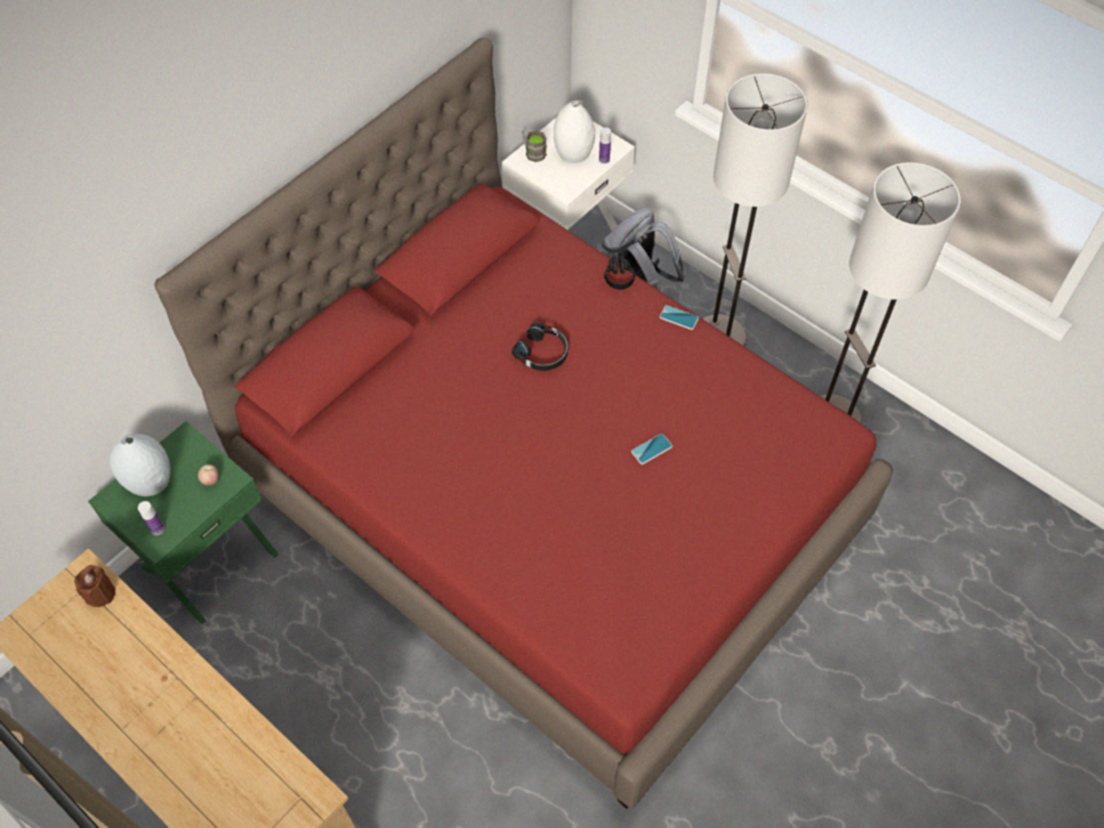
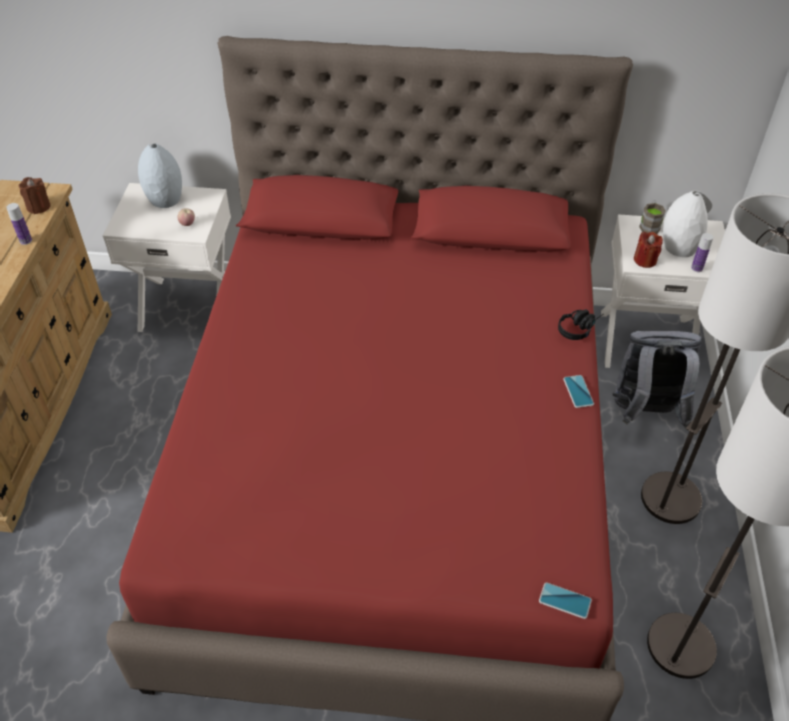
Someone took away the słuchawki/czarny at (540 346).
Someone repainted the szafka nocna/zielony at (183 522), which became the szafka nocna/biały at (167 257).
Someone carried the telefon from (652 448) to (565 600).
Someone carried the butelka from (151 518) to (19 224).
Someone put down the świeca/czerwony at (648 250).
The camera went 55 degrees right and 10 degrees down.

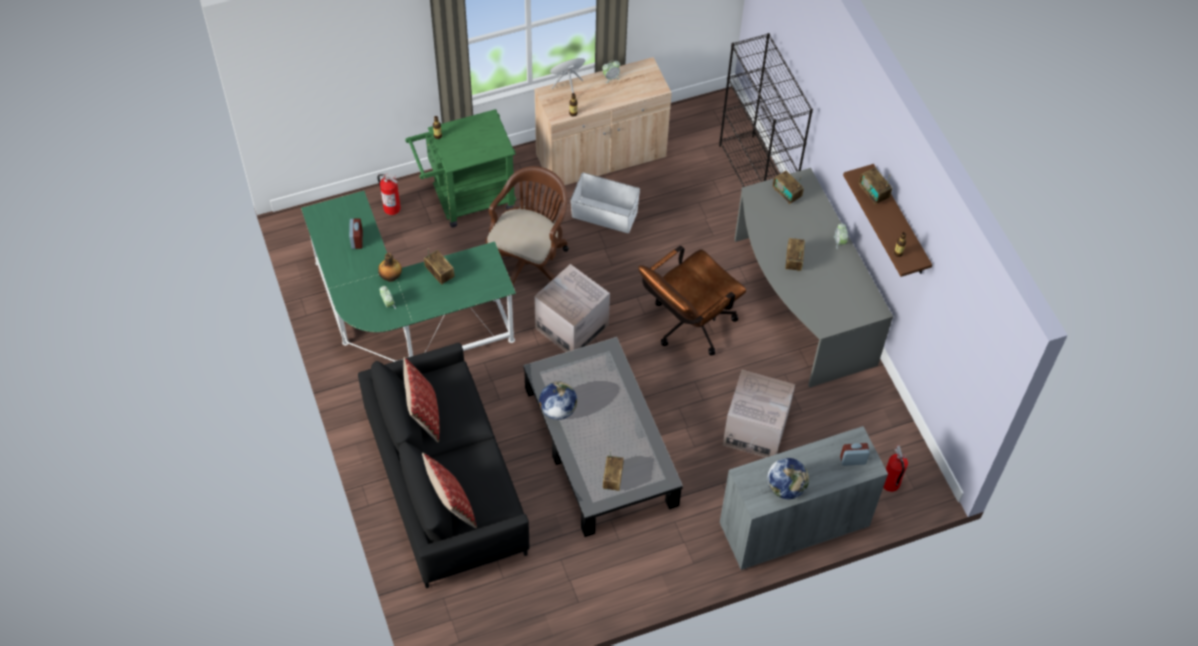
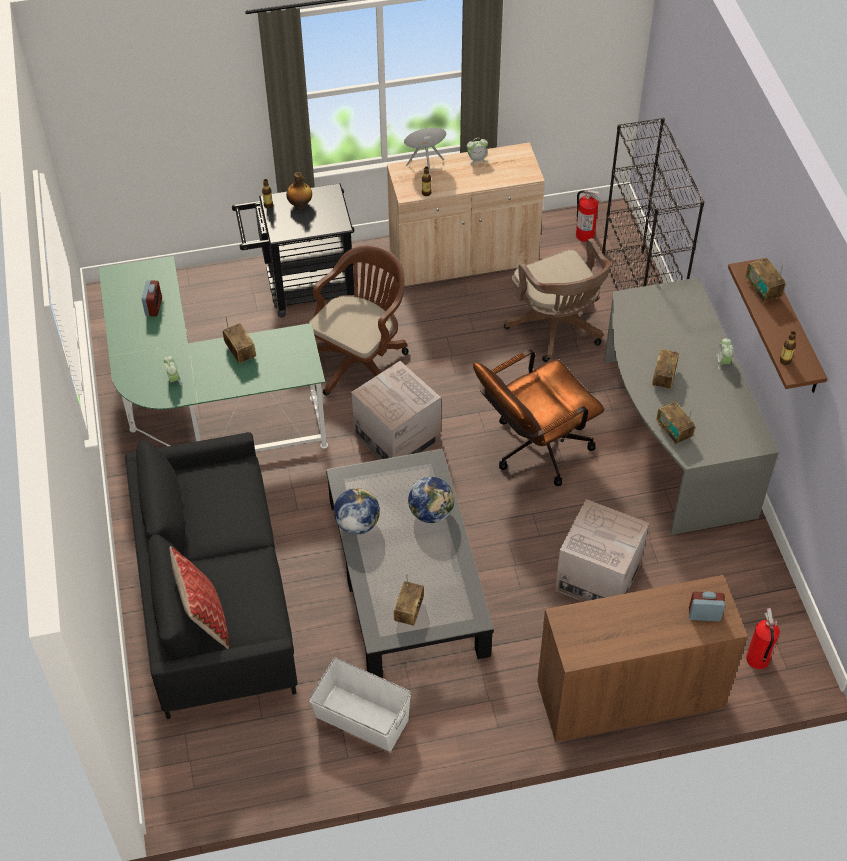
Someone repainted the wózek/zielony at (460 168), which became the wózek/czarny at (293 250).
Someone carried the radio from (788 187) to (675 423).
Someone carried the pojemnik do przechowywania/biały from (605 203) to (360 705).
Someone carried the gaśnica from (389 194) to (588 216).
Someone carried the butelka from (390 267) to (299 190).
Someone took away the poduszka at (421 400).
Someone repainted the szafka/szary at (804 498), which became the szafka/brązowy at (642 659).
Someone carried the globus from (788 479) to (431 500).
Someone put down the krzesło biurowe/brązowy at (557 300).
The camera went 10 degrees right and 5 degrees down.

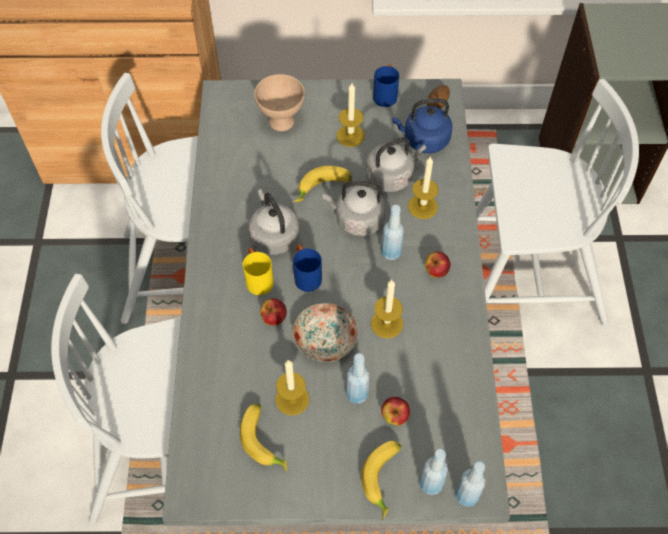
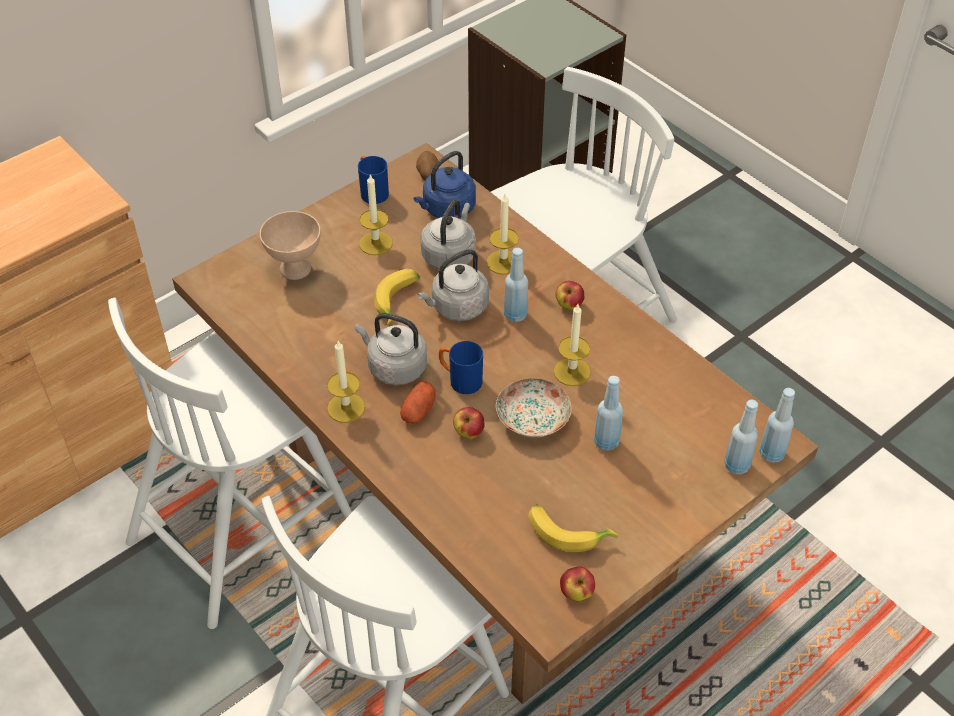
Someone repainted the stół jadalny/szary at (336 302), which became the stół jadalny/brązowy at (495 423).
Someone swapped the kubek/żółty at (258 271) for the ziemniak at (417 402).
Someone carried the świeca from (292 387) to (346 382).
Someone carried the jabłko from (395 411) to (577 583).
Someone took away the banan at (381 480).
The camera went 40 degrees left and 10 degrees down.

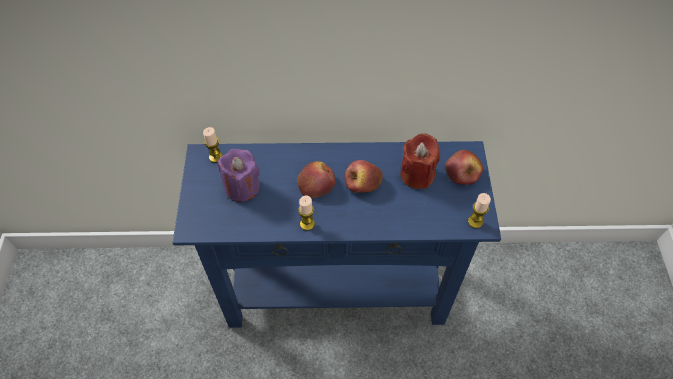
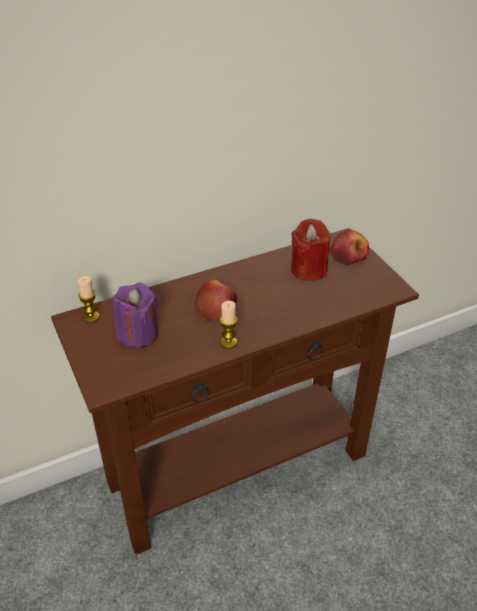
Someone repainted the stolik konsolowy/niebieski at (337 234), which became the stolik konsolowy/brązowy at (235 391).
Someone took away the jabłko at (363 176).
Someone took away the świeca at (479 210).
The camera went 25 degrees left and 15 degrees down.

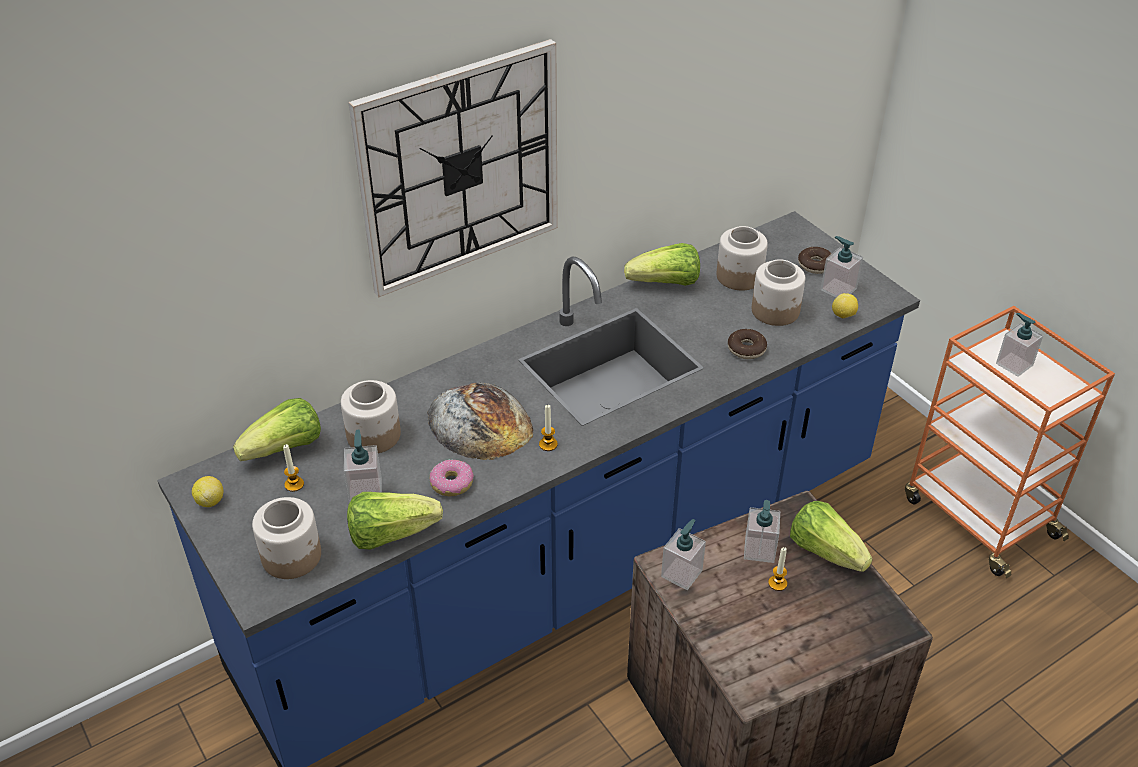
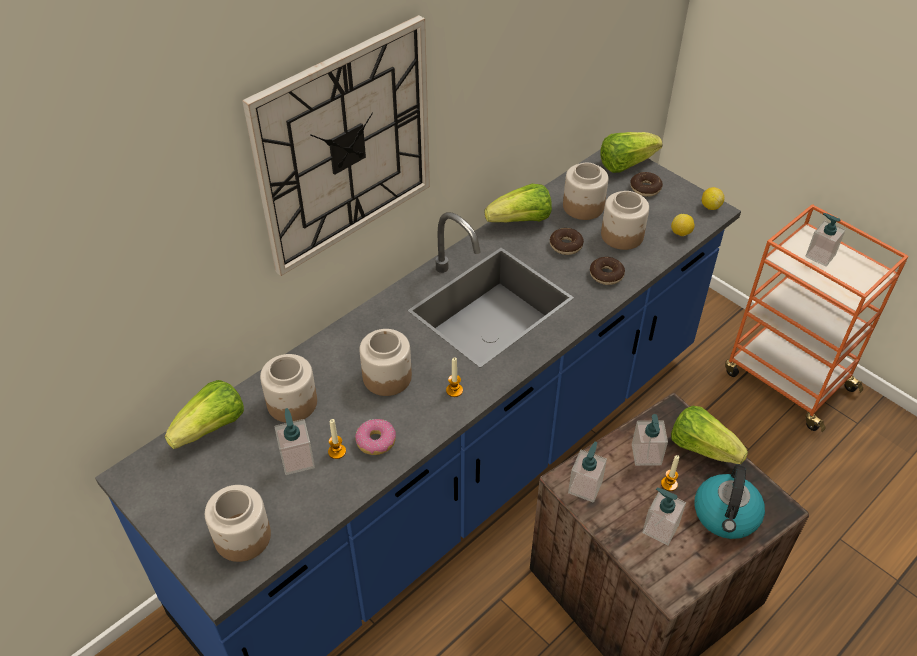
Someone carried the dozownik mydła from (842 266) to (664 517).
Someone swapped the chleb at (480 421) for the słoik at (386 362).
Someone carried the świeca from (293 468) to (337 439).
Someone carried the cytryna from (208 491) to (713 198).
Someone carried the sałata from (395 520) to (631 152).
Someone put down the donut at (567 241).
Someone put down the czajnik at (729 502).
The camera went 10 degrees left and 5 degrees up.

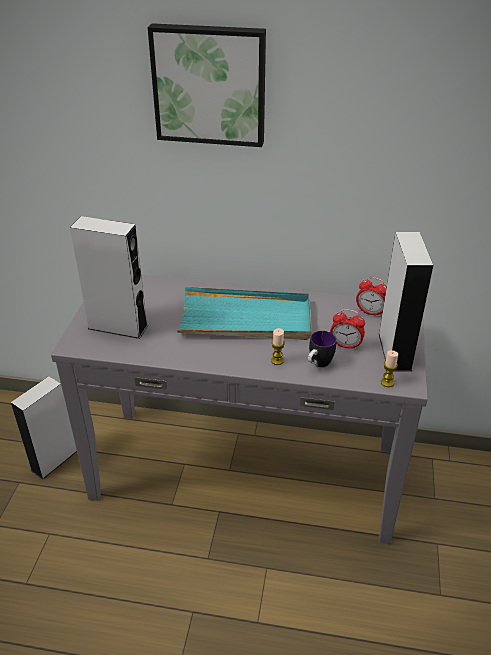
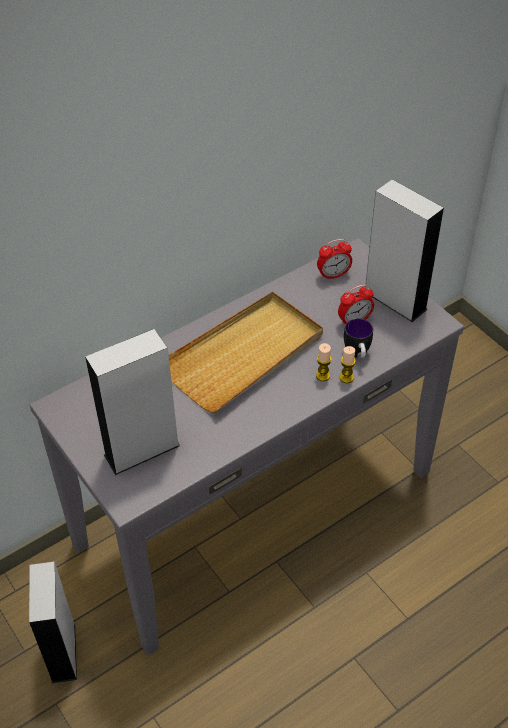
Someone took away the obraz at (207 85).
Someone repainted the taca/turkusowy at (244 313), which became the taca/beżowy at (246 352).
Someone carried the świeca from (389 368) to (348 364).
The camera went 45 degrees left and 10 degrees up.

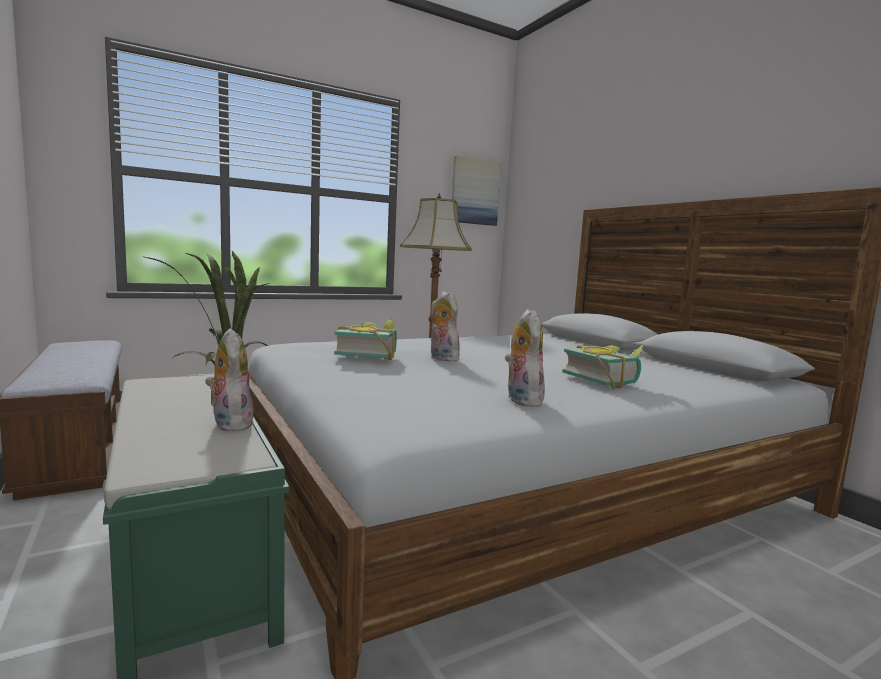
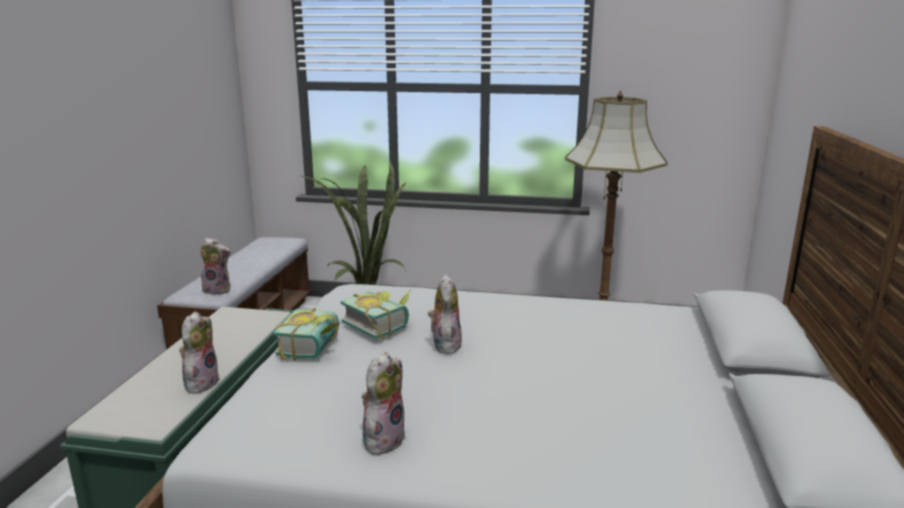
Someone took away the obraz at (476 190).
Someone carried the książka from (602 367) to (307 334).
Someone put down the pluszak at (215 266).
The camera went 40 degrees right and 10 degrees up.

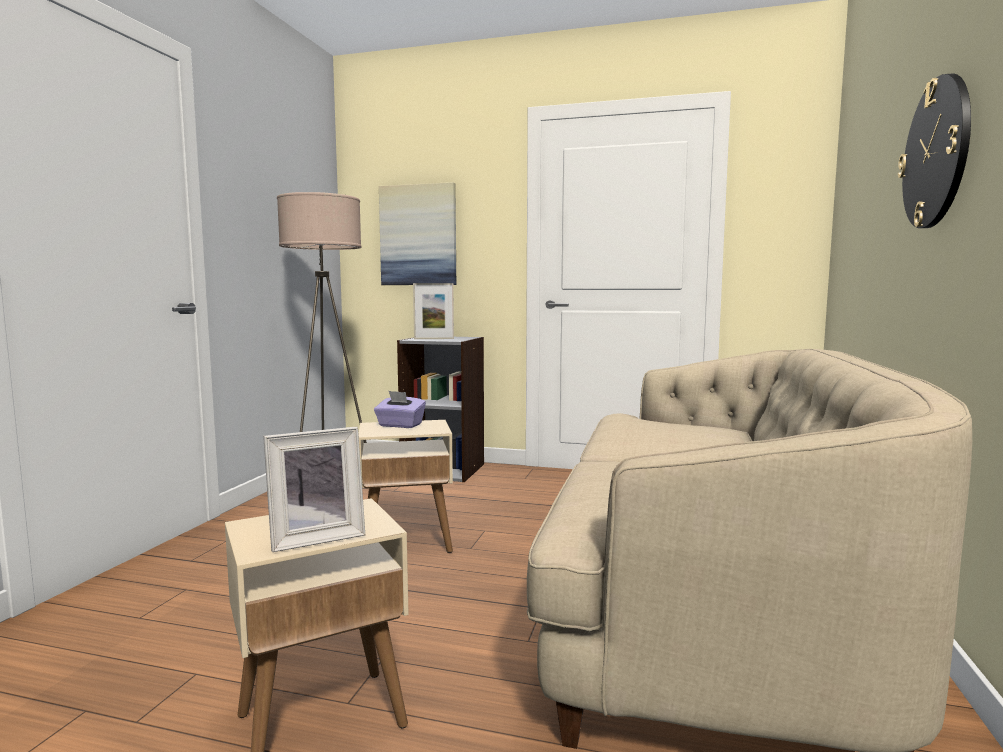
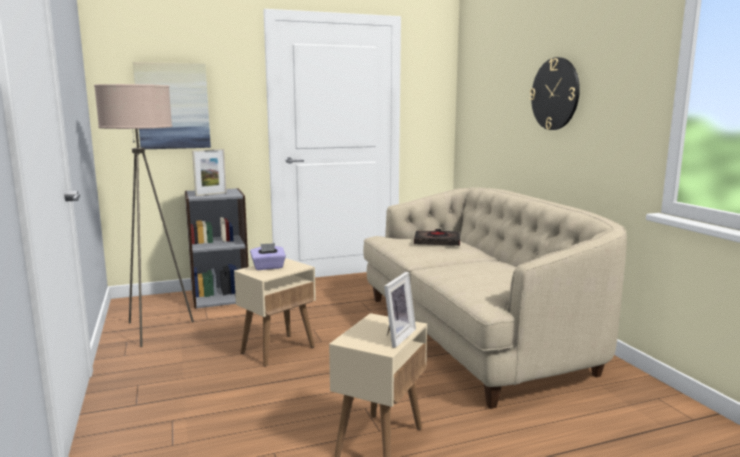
Someone put down the książka/czarny at (437 237).
The camera went 35 degrees left and 5 degrees up.

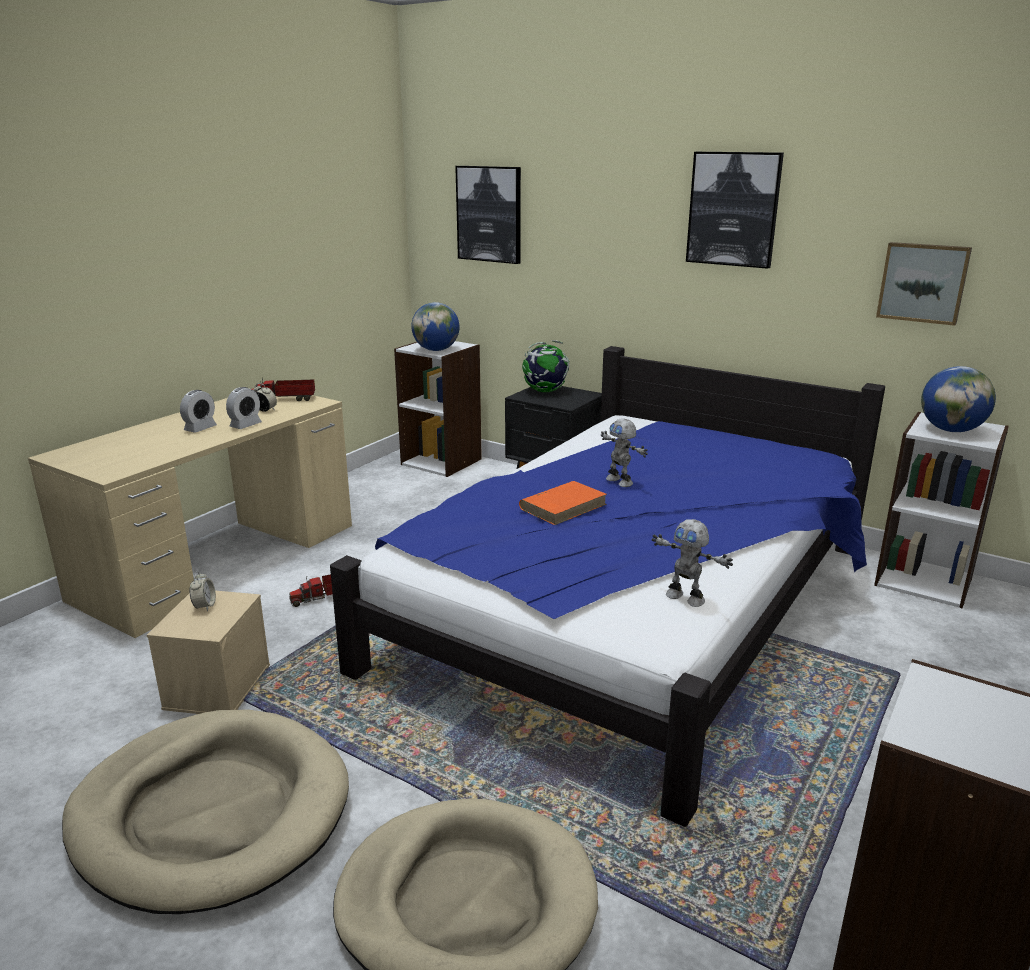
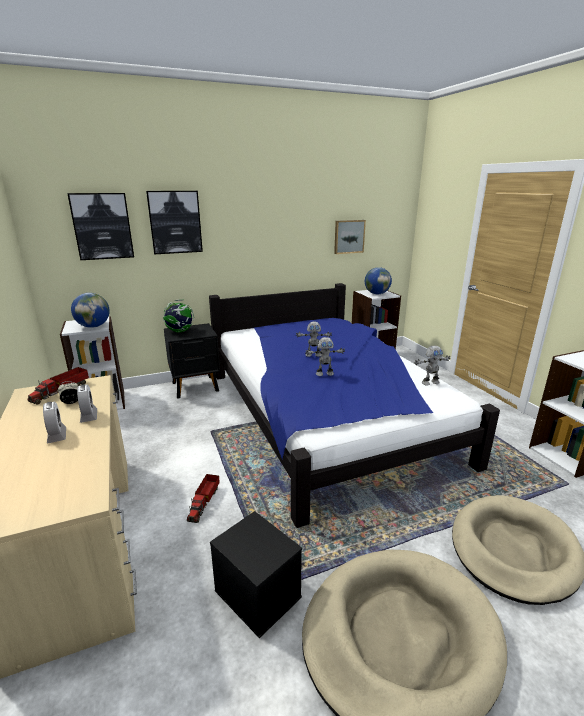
Someone carried the obraz from (735 210) to (174 222).
Someone swapped the książka/pomarańczowy at (563 503) for the robot zabawkowy at (325 356).
Someone took away the budzik at (202 591).
Someone repainted the pojemnik do przechowywania/beżowy at (208 652), which became the pojemnik do przechowywania/czarny at (256 574).
The camera went 55 degrees left and 0 degrees up.

